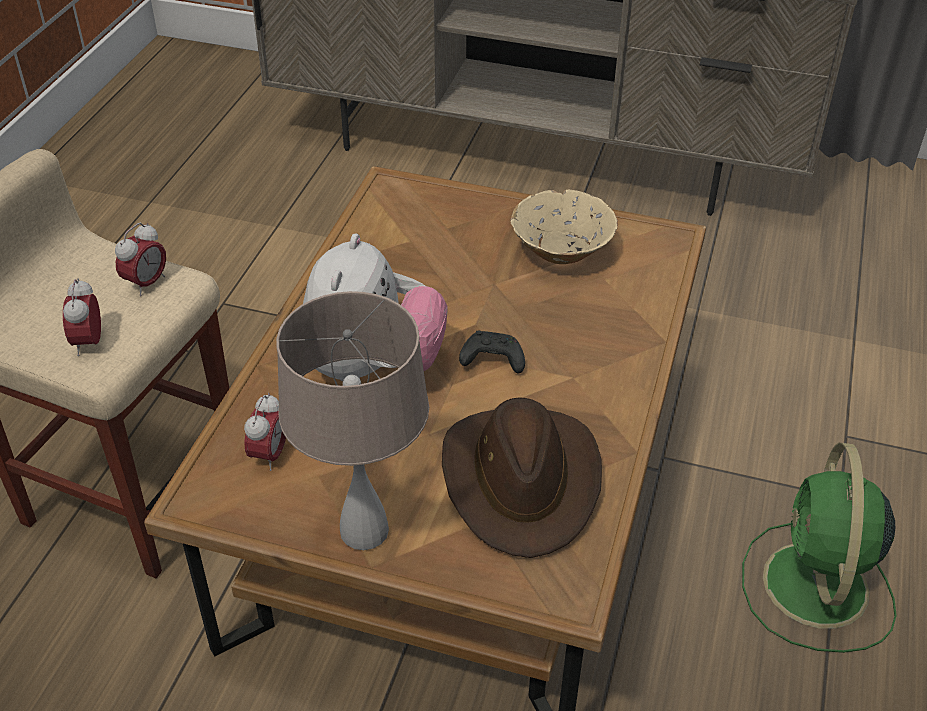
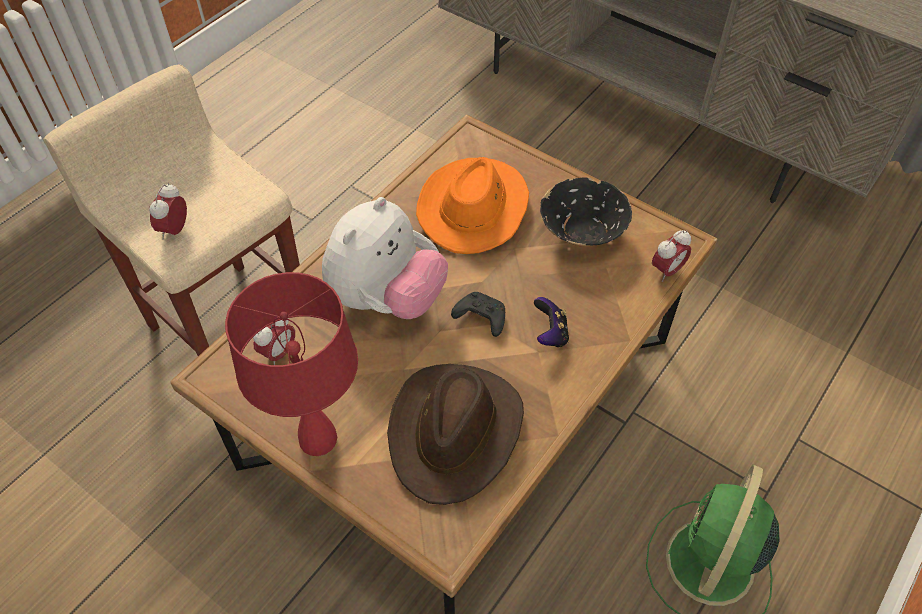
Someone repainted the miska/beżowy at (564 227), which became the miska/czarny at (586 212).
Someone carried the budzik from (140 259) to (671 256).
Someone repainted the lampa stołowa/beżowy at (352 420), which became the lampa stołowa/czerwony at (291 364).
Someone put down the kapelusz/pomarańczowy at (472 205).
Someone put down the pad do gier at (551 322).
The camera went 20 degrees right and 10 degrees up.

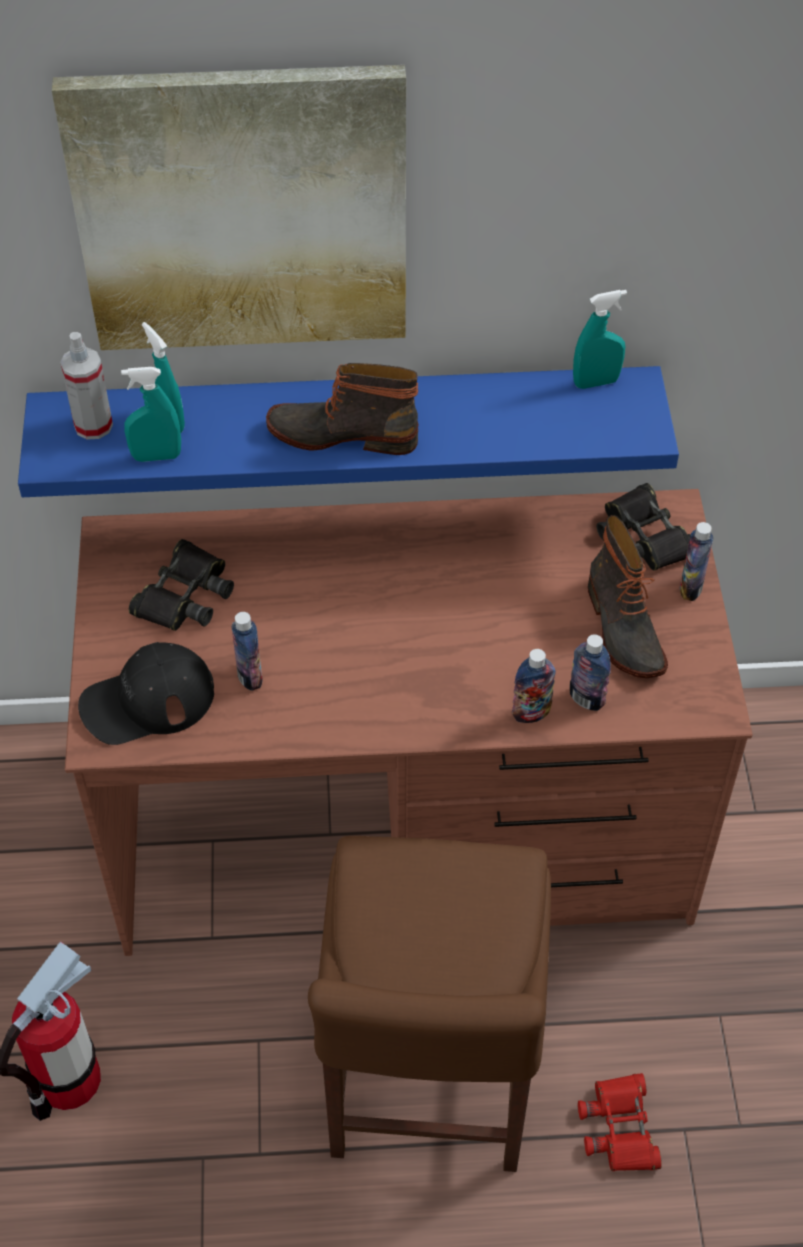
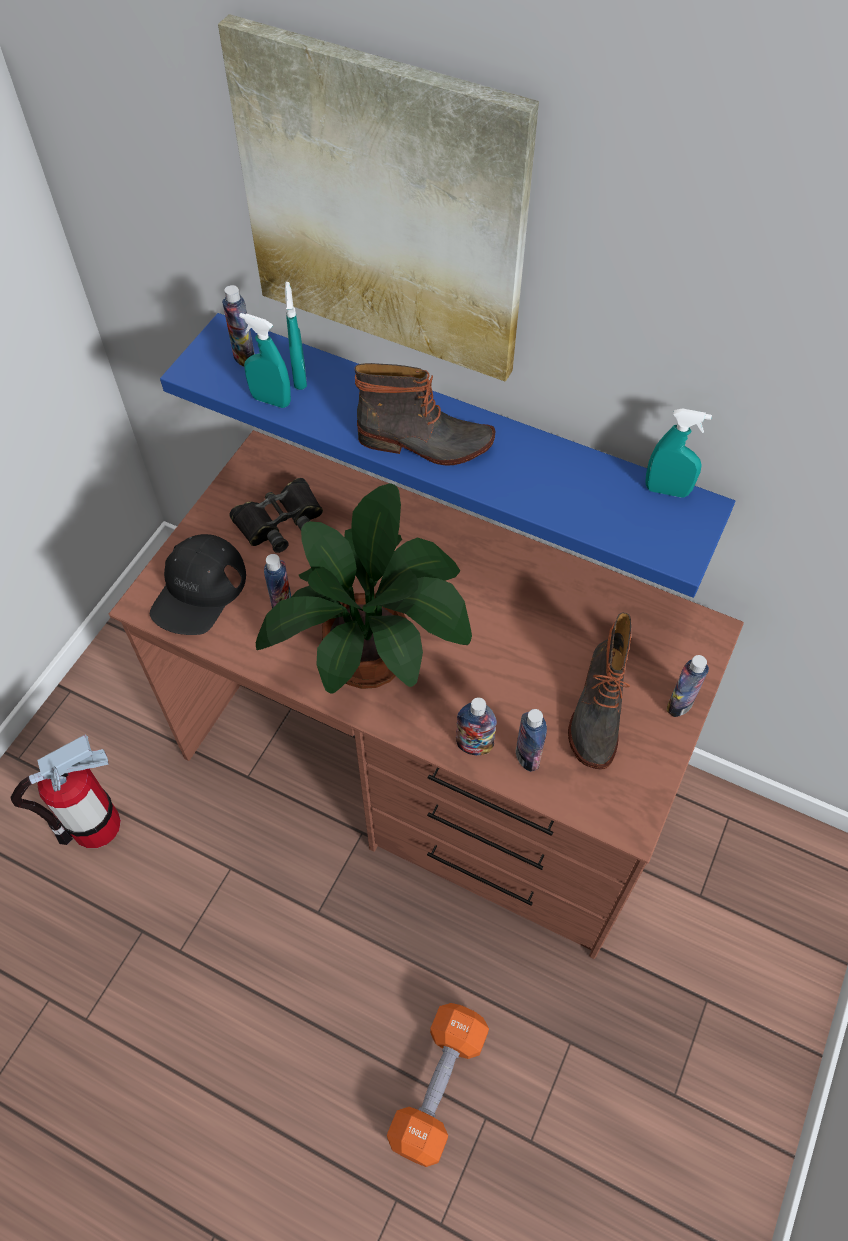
Someone swapped the spryskiwacz at (86 386) for the butelka at (238 326).
Someone rotated the but z cholewką at (342 409) by 150 degrees clockwise.
Someone took away the lornetka/czarny at (644 527).
Someone rotated the czapka z daszkiem/czarny at (146 693) by 75 degrees counterclockwise.
Someone took away the krzesło/brązowy at (429 1004).
Someone swapped the lornetka/czerwony at (620 1122) for the hantel/pomarańczowy at (438 1085).
Someone put down the roślina doniczkowa at (364 588).
The camera went 30 degrees right and 5 degrees up.

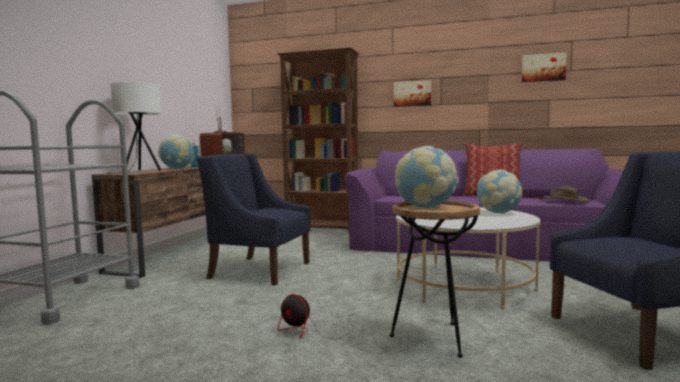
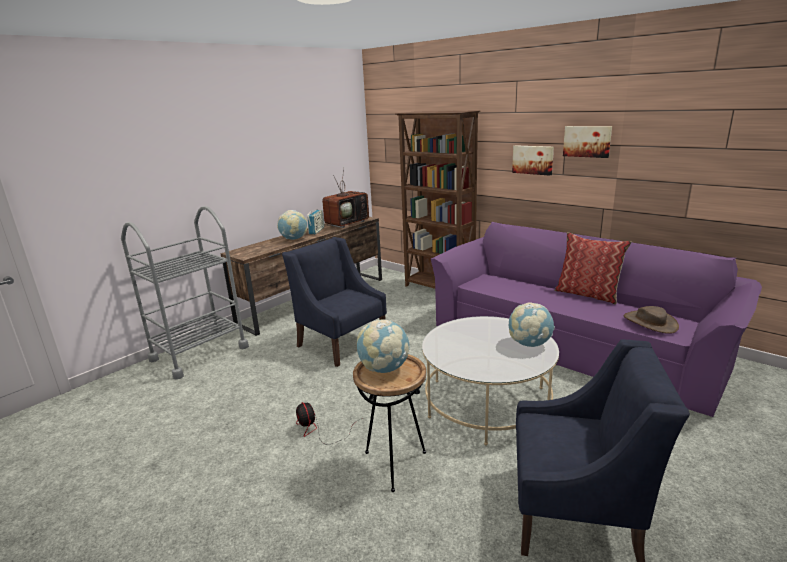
Someone carried the obraz from (544 67) to (587 142).
Someone took away the lampa stołowa/biały at (134 128).
The camera went 25 degrees right and 15 degrees up.

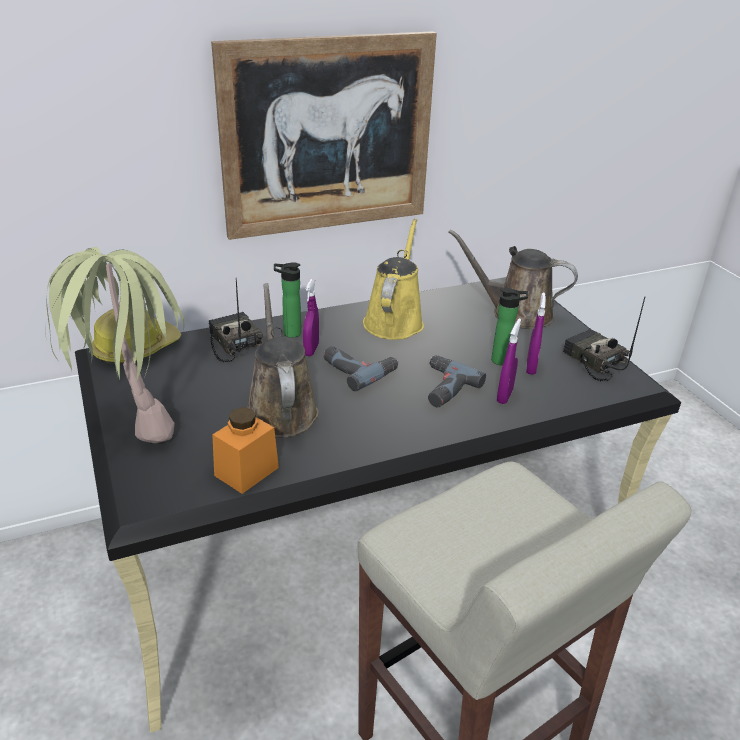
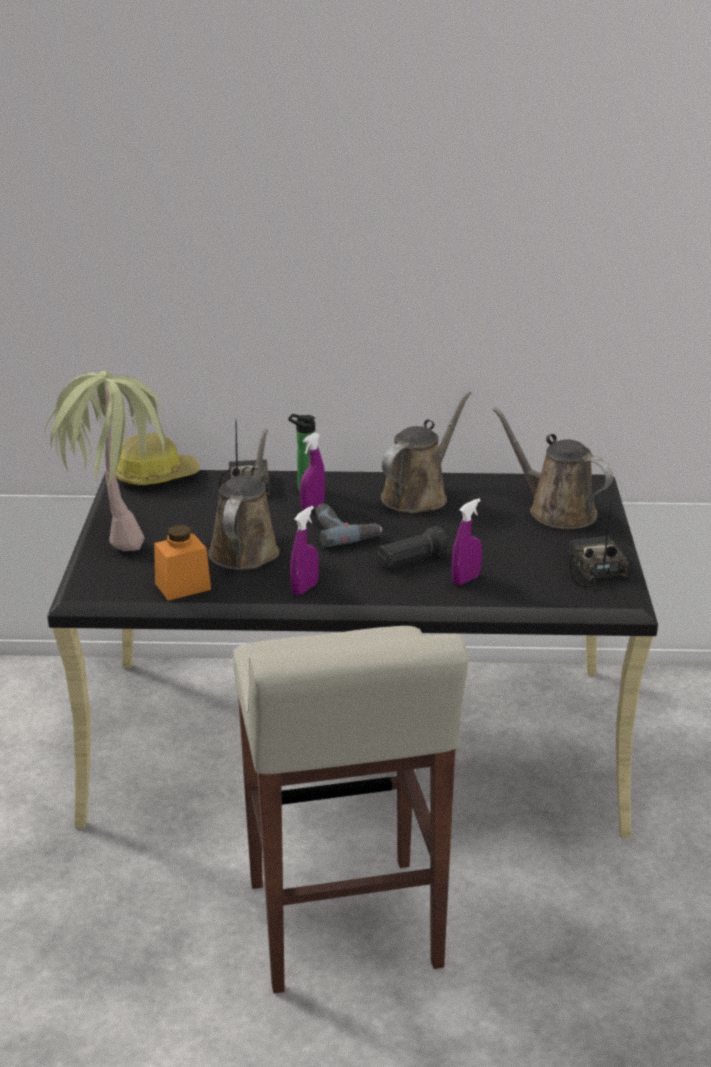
Someone took away the obraz at (324 135).
Someone repainted the konewka/żółty at (393 279), which became the konewka/brązowy at (426 452).
Someone took away the butelka at (509 326).
Someone carried the spryskiwacz/fioletowy from (536 334) to (304 550).
Someone swapped the wiertarka at (457 381) for the latarka/czarny at (412 546).
The camera went 25 degrees right and 5 degrees down.

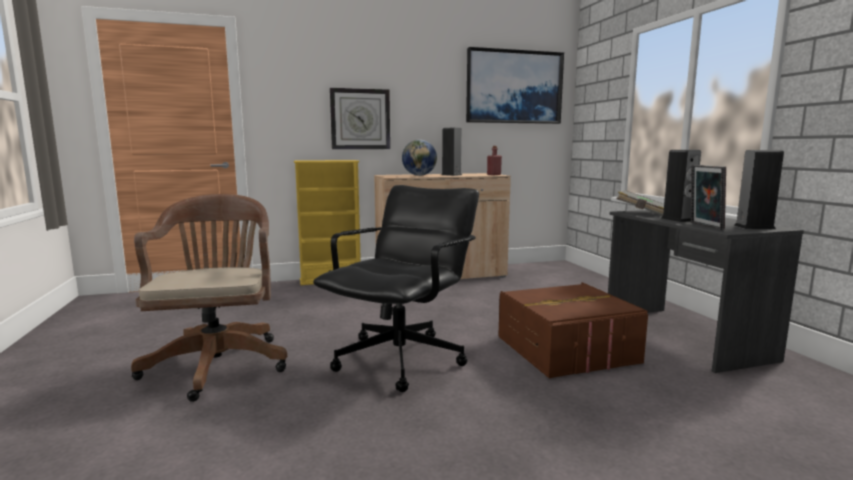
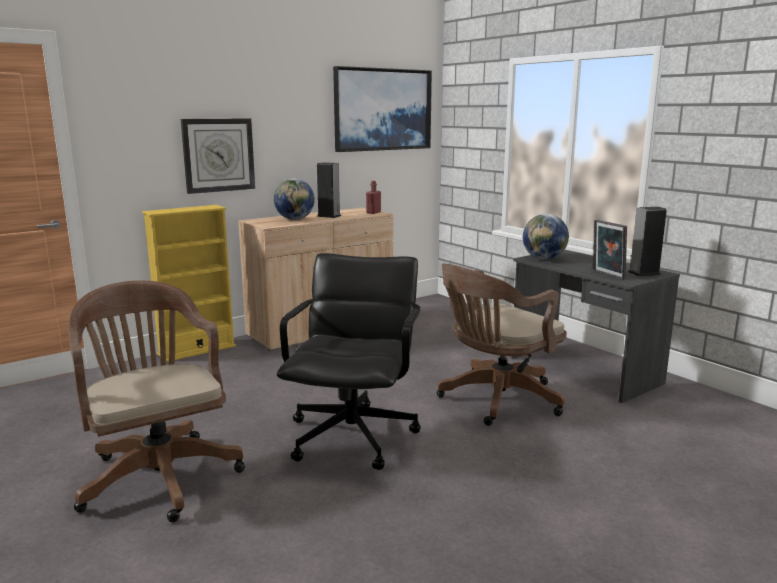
Someone took away the głośnik at (681 186).
Someone swapped the książka/szary at (640 203) for the globus at (546 237).
Someone swapped the pojemnik do przechowywania/brązowy at (573 330) for the krzesło biurowe/brązowy at (502 345).
The camera went 20 degrees left and 5 degrees up.

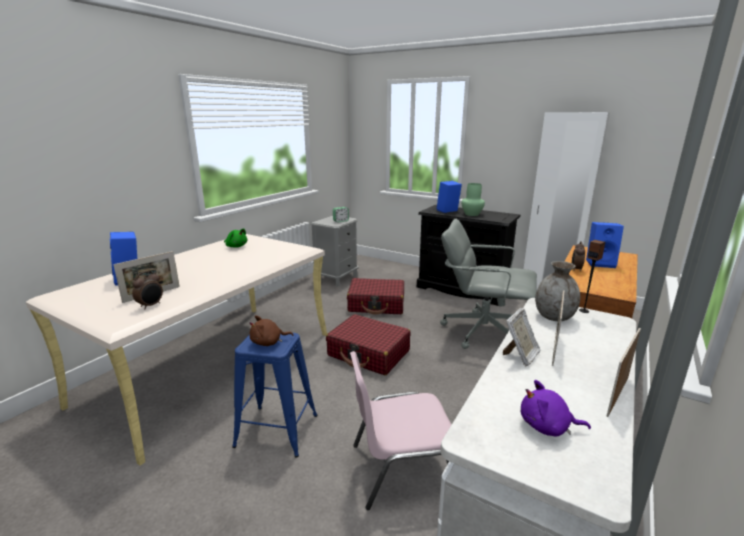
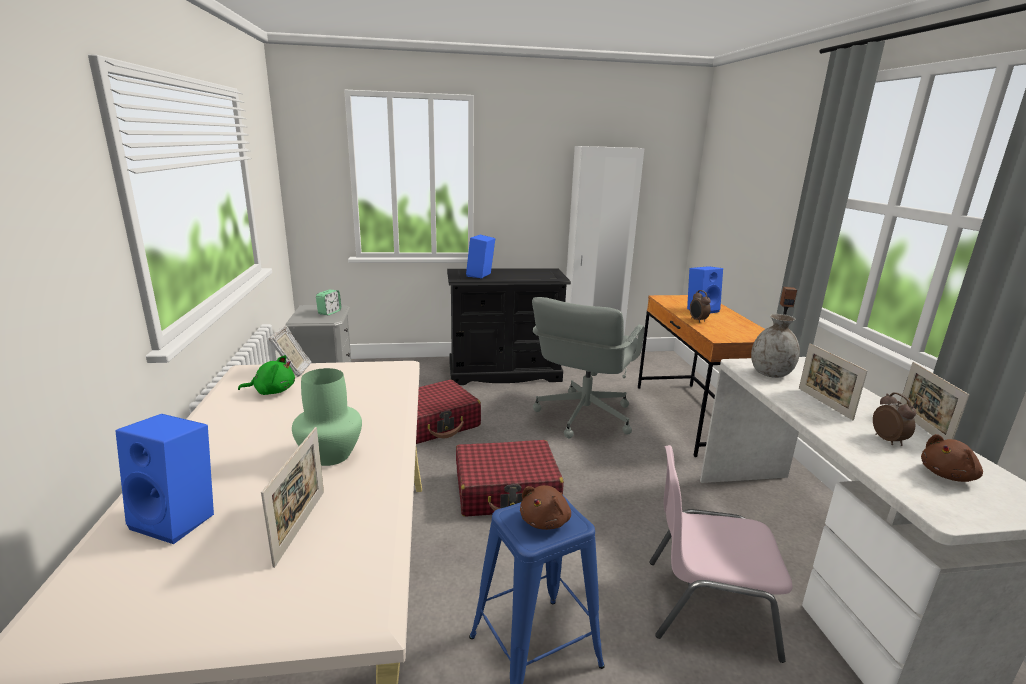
Someone carried the wazon/zielony from (473 199) to (327 417).
Someone rotated the krzesło biurowe/szary at (488 283) by 45 degrees counterclockwise.
Someone carried the budzik from (147 290) to (894 419).
Someone carried the ramka na zdjęcie from (522 337) to (290 351).
Someone rotated the krzesło/różowy at (401 430) by 60 degrees clockwise.
Someone repainted the pluszak/fioletowy at (556 408), which became the pluszak/brązowy at (952 458).
The camera went 40 degrees left and 0 degrees up.

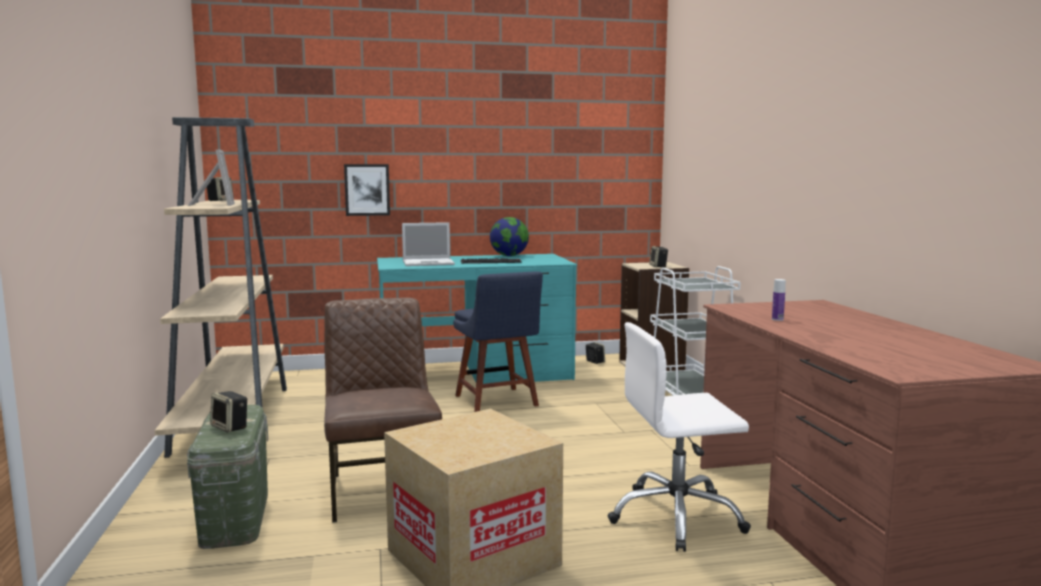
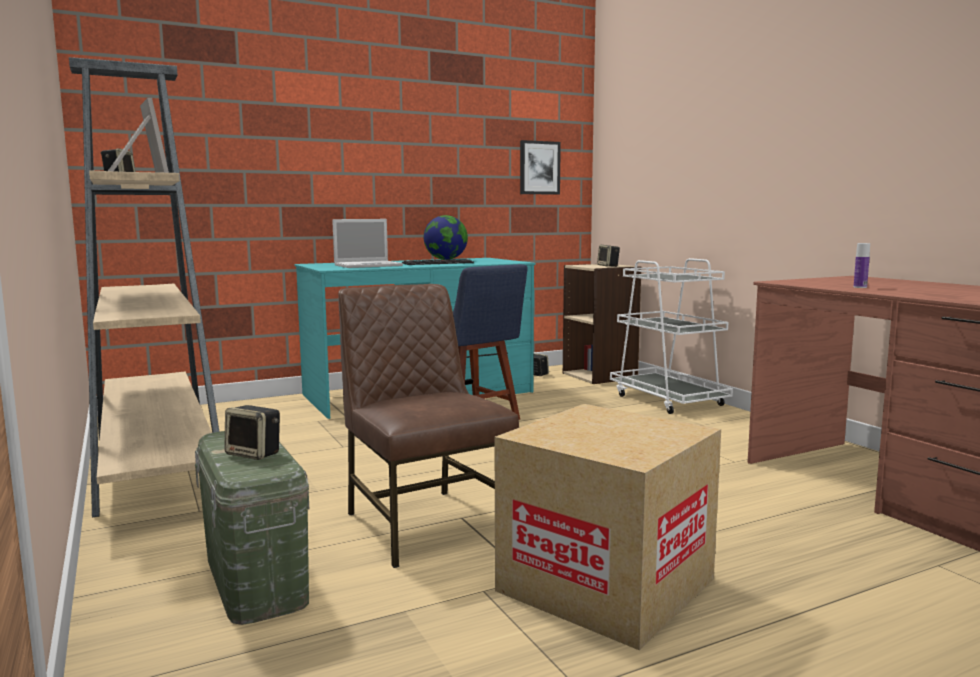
Someone carried the obraz from (367 190) to (540 167).
Someone took away the krzesło biurowe/biały at (679 437).
The camera went 15 degrees left and 0 degrees up.

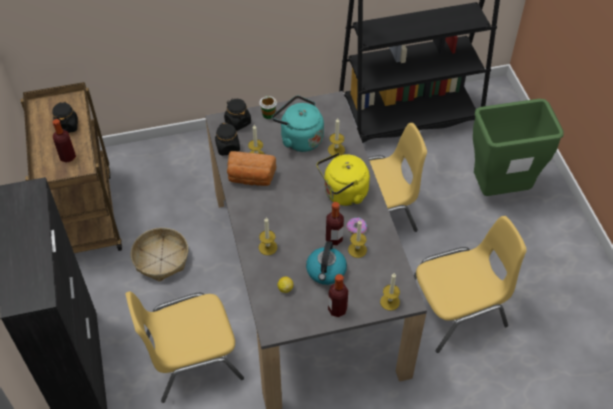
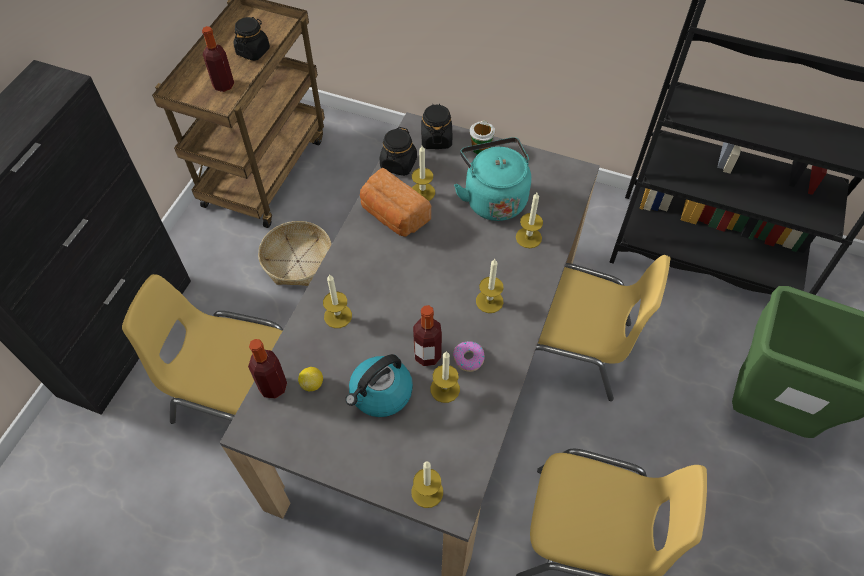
Someone swapped the czajnik/żółty at (343 179) for the świeca at (490 286).
Someone carried the butelka from (338 295) to (267 369).
The camera went 35 degrees right and 5 degrees up.

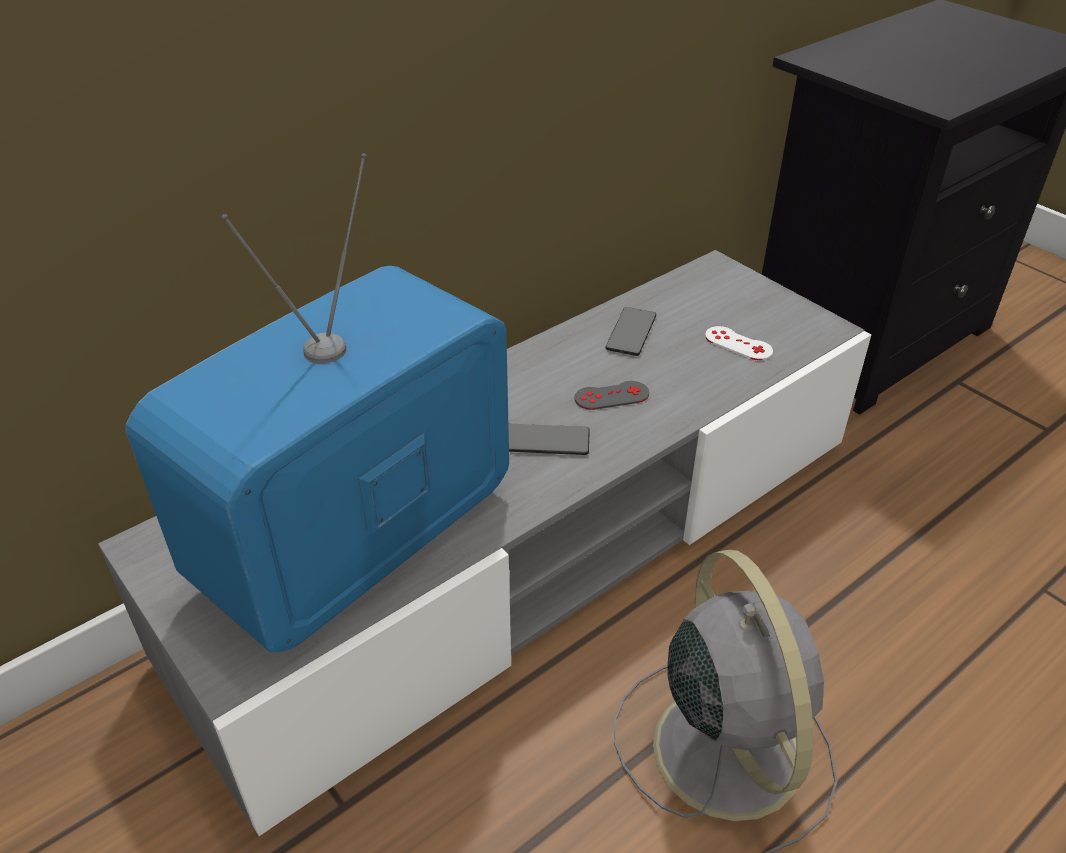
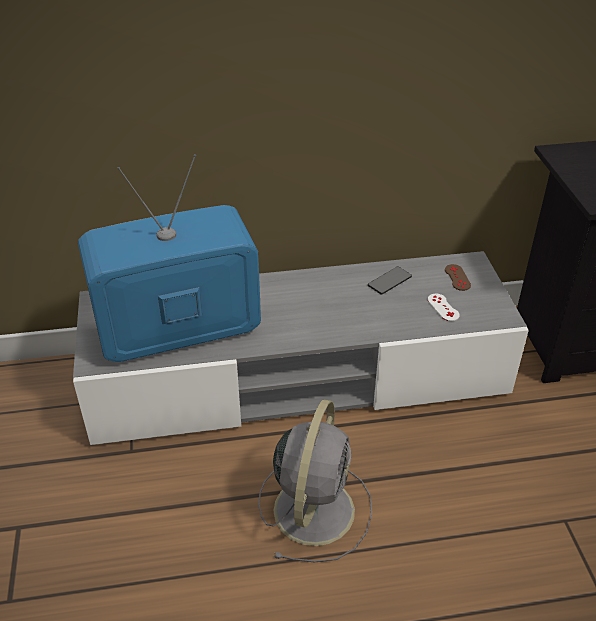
Someone took away the pad do gier/szary at (611 395).
Someone took away the telefon at (549 439).
Someone put down the pad do gier/brązowy at (458 277).
The camera went 30 degrees right and 0 degrees up.

